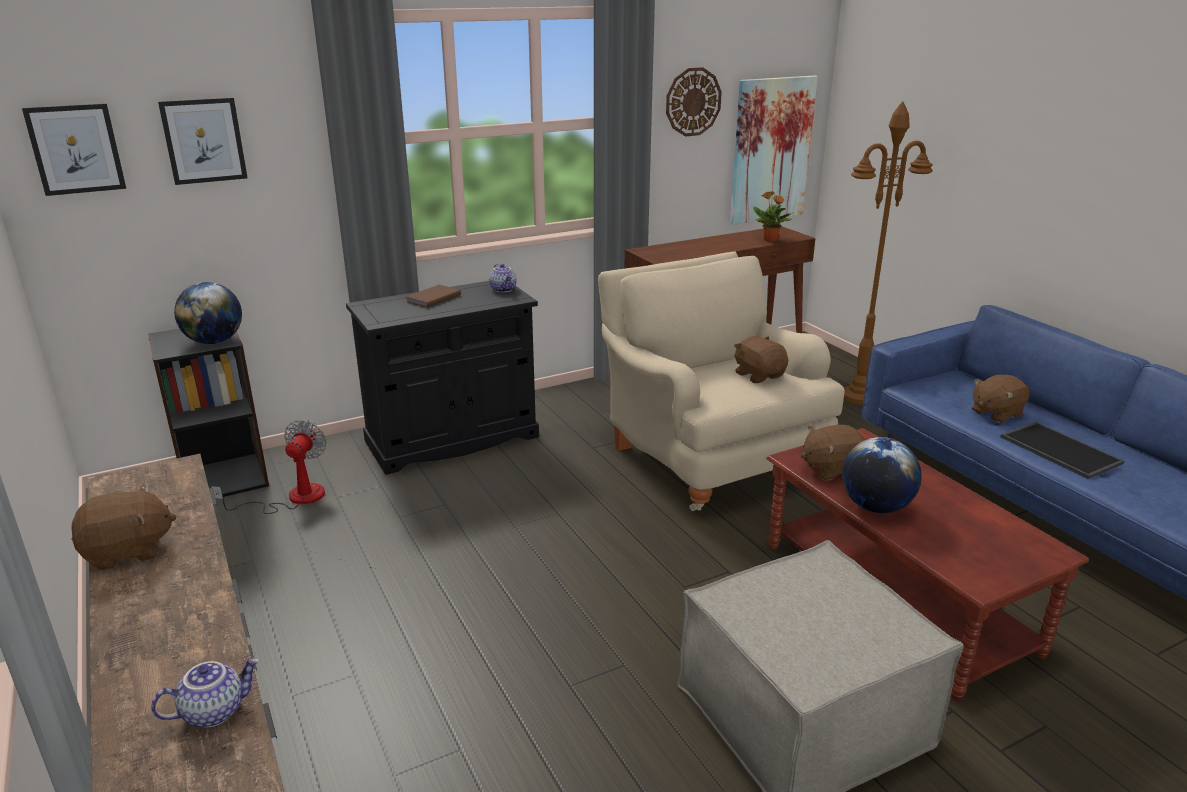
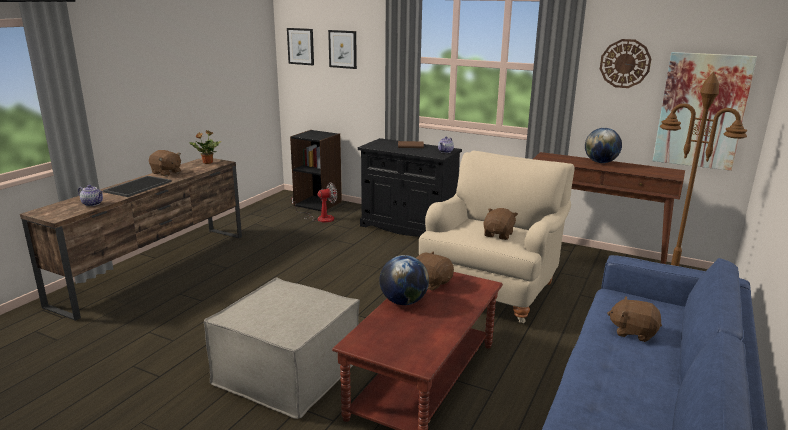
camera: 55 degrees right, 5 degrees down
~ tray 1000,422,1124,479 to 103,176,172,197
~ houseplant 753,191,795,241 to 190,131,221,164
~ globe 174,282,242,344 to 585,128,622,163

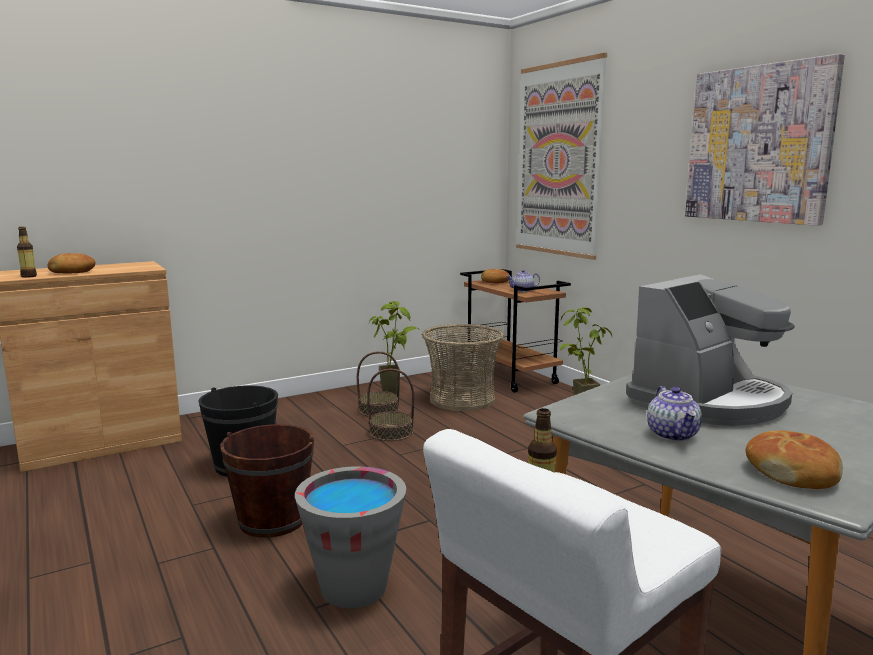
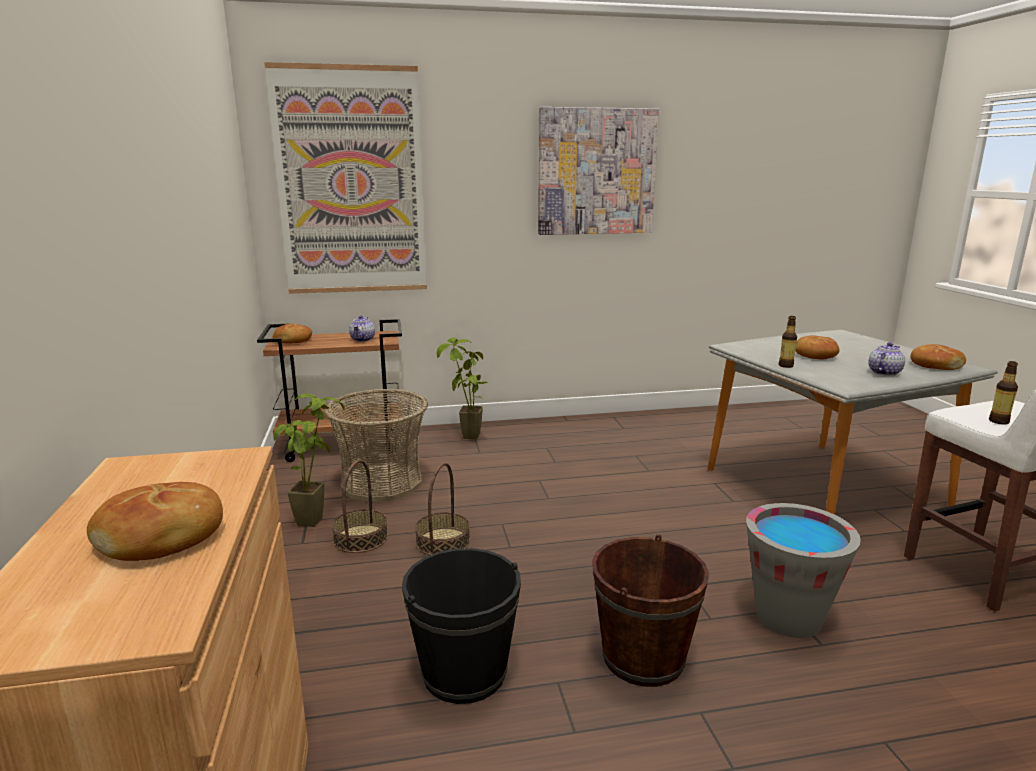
camera: 70 degrees left, 5 degrees up
~ bottle 17,227,37,278 to 779,316,797,368
~ coffee brewer 626,274,795,426 to bread 795,335,839,359
~ teapot 647,386,702,441 = 868,342,905,376 60 degrees counterclockwise

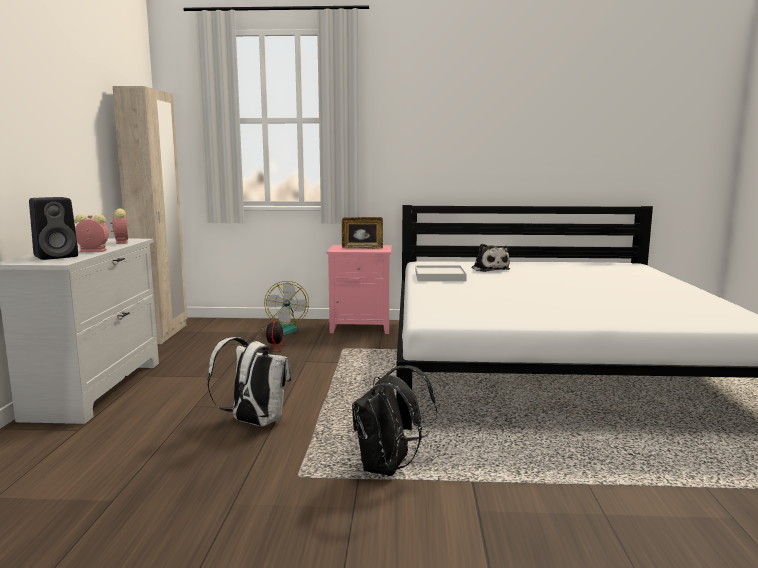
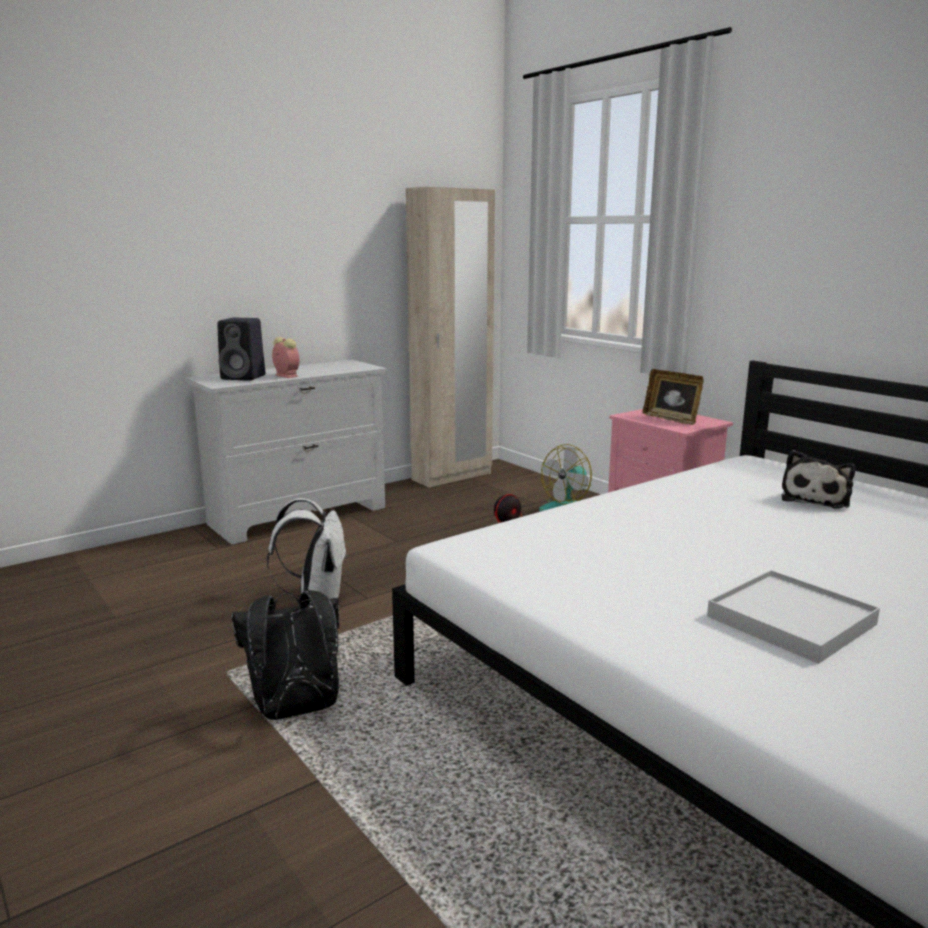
camera: 50 degrees right, 5 degrees up
~ white tray 415,265,467,281 to 707,570,880,664
- bedside clock 110,209,128,244

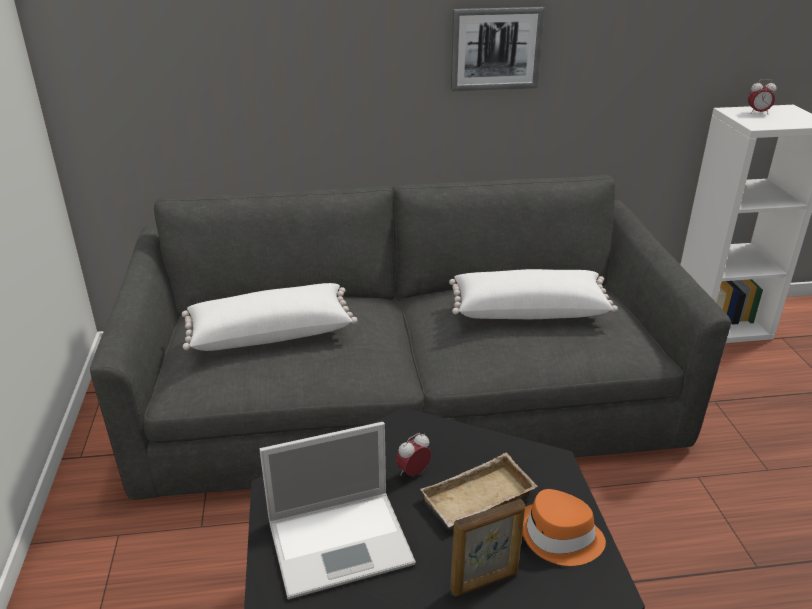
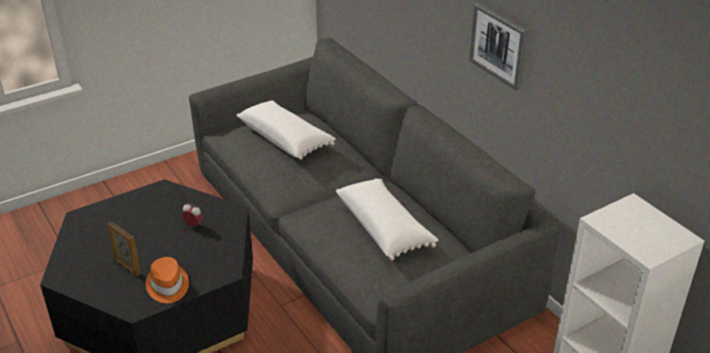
camera: 65 degrees right, 5 degrees up
- laptop 259,422,416,599
- beige-coloured tray 420,453,538,527
- bedside clock 748,79,777,114

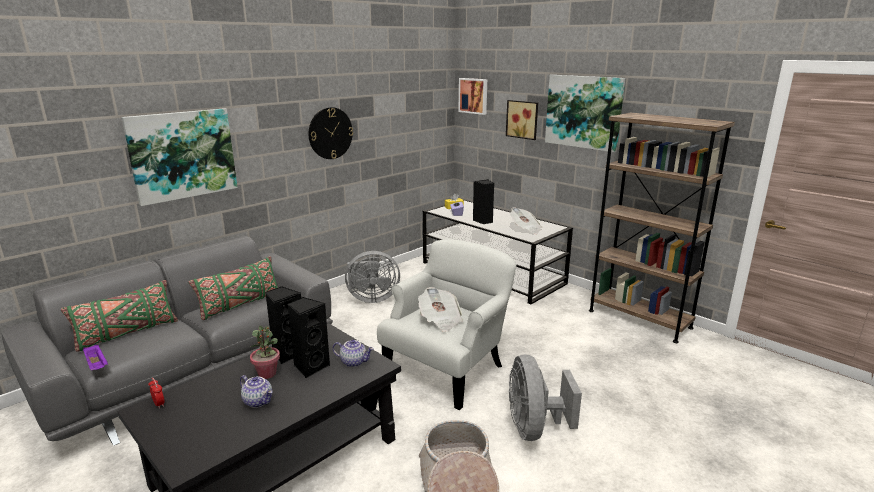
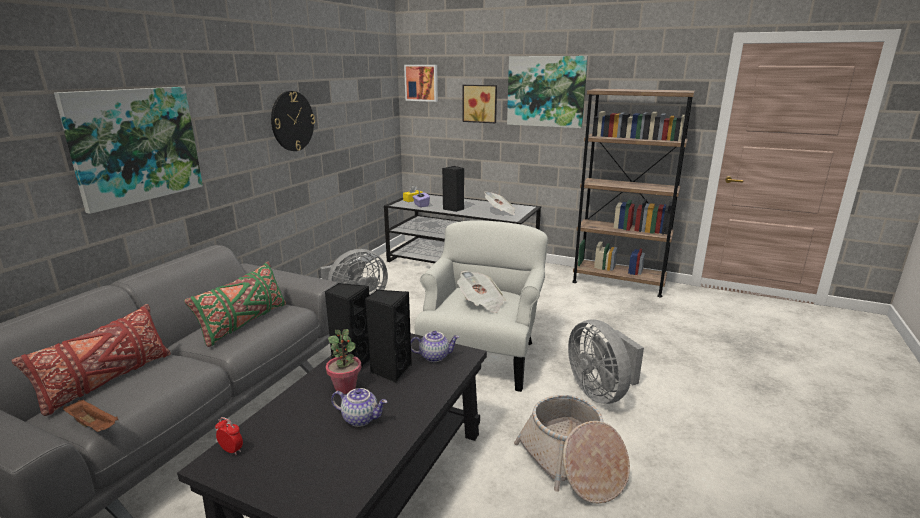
camera: 20 degrees left, 0 degrees up
~ green-coloured cushion 61,280,178,352 to red-coloured cushion 12,304,171,416
~ purplish tray 83,345,108,370 to brownish tray 63,400,118,432

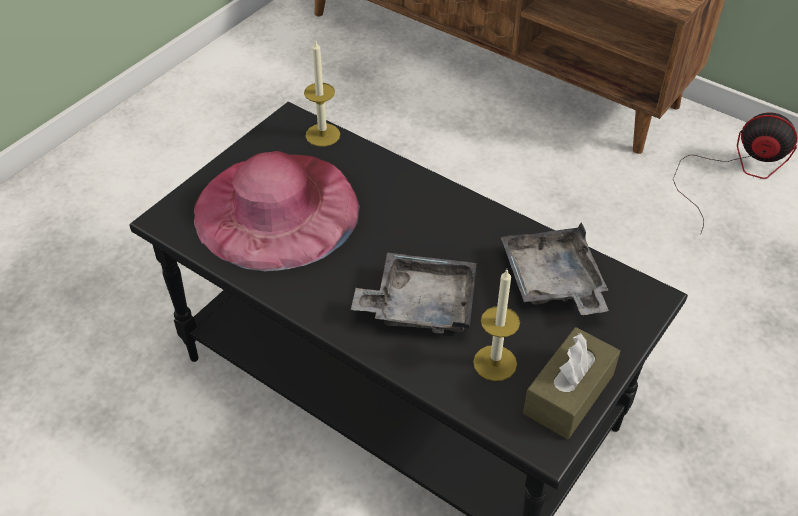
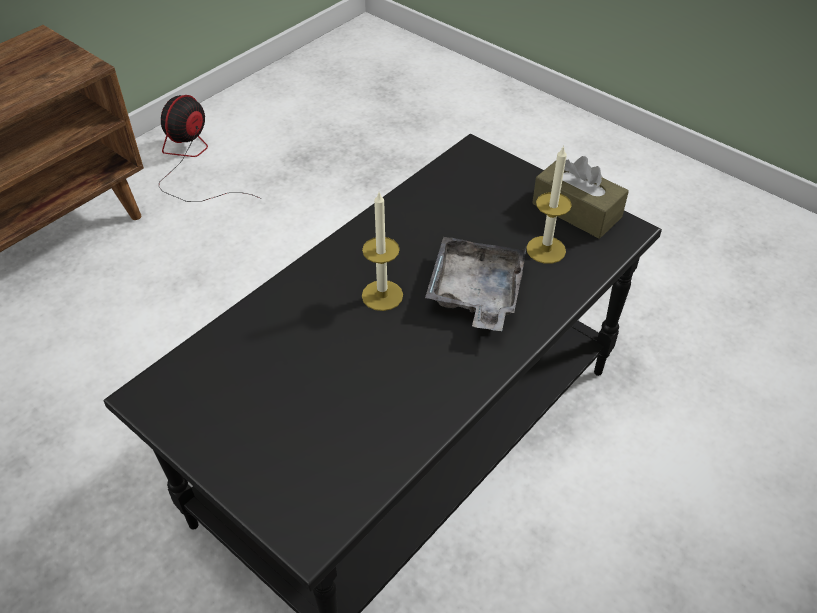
camera: 85 degrees left, 0 degrees up
~ wax candle 304,39,340,147 to 362,192,403,311
- pink-coloured clothing hat 194,151,360,271
- greyish tray 501,222,609,315

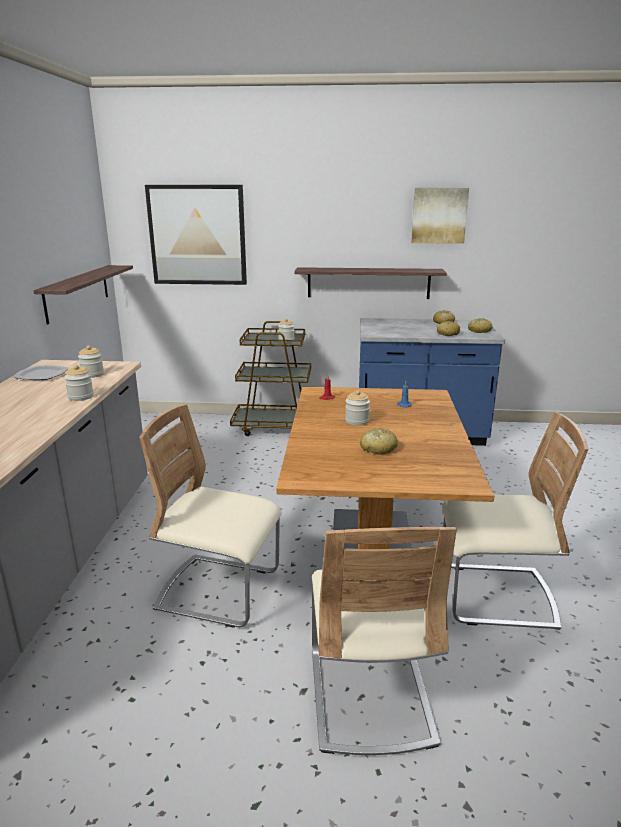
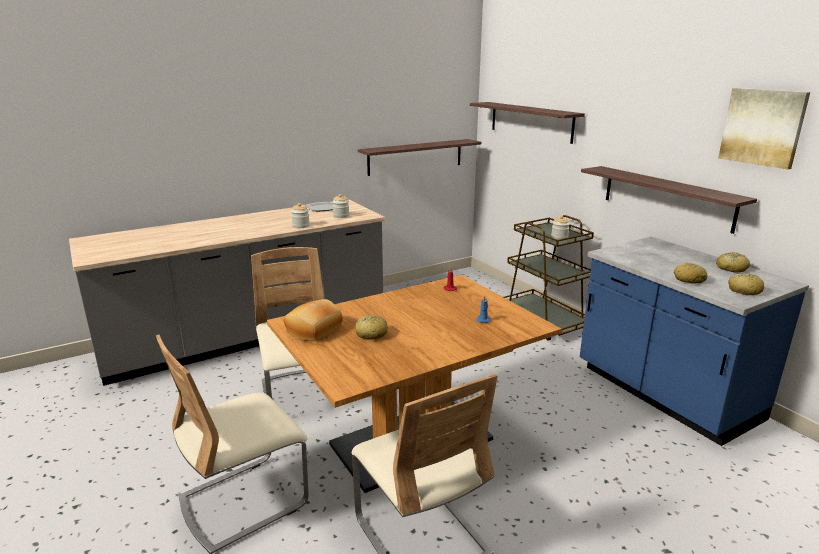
camera: 55 degrees right, 0 degrees up
+ bread 284,299,343,341
~ wall art 145,185,247,285 to shelf 470,102,585,144
- preserve jar 345,390,370,426

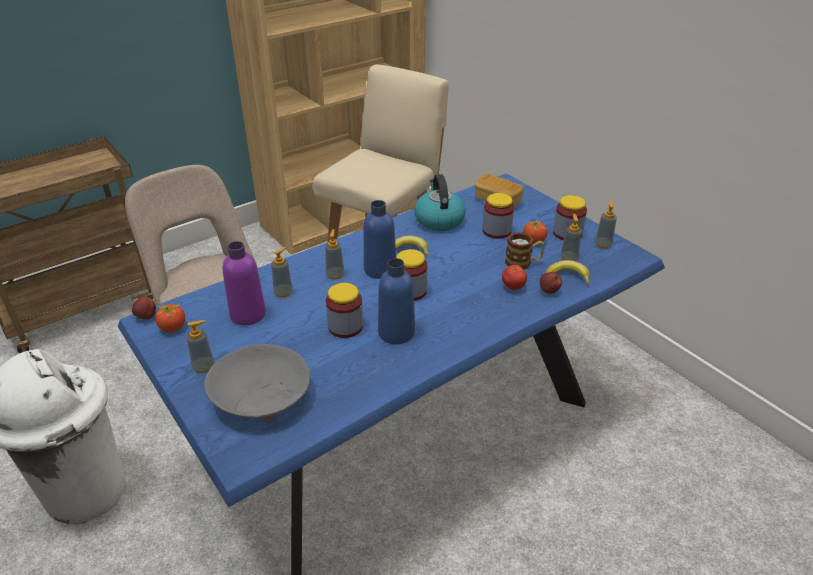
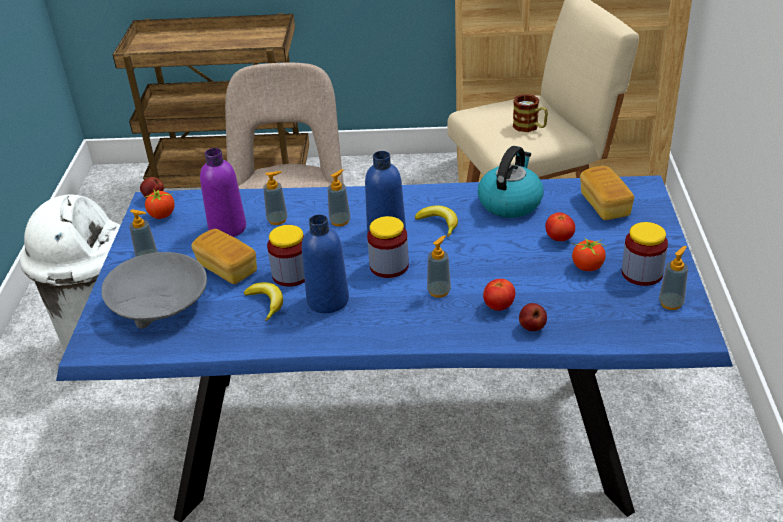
camera: 40 degrees right, 0 degrees up
+ bread 191,229,257,284
~ banana fruit 546,260,590,284 to 244,282,283,321
~ liquid soap bottle 560,214,582,261 to 427,235,451,298
~ tea mug 505,232,545,269 to 513,94,548,132
~ preserve jar 482,193,514,239 to tomato 545,212,575,241

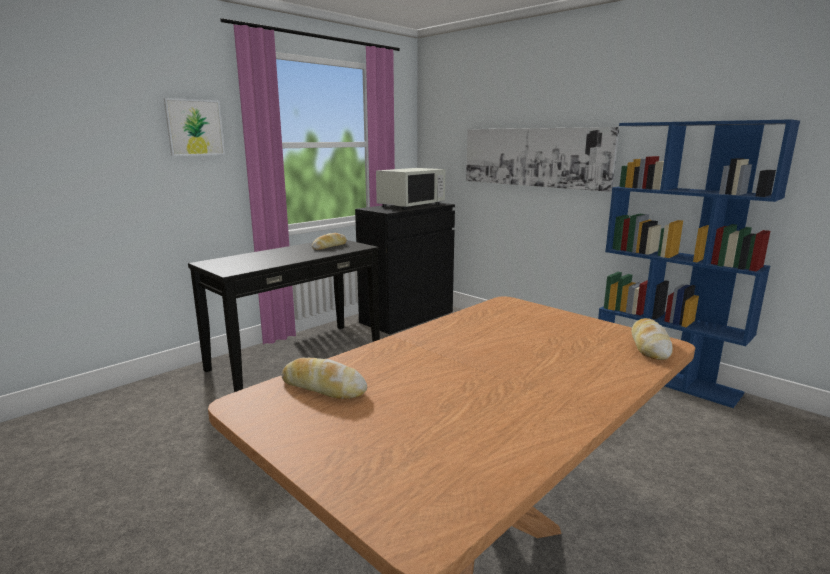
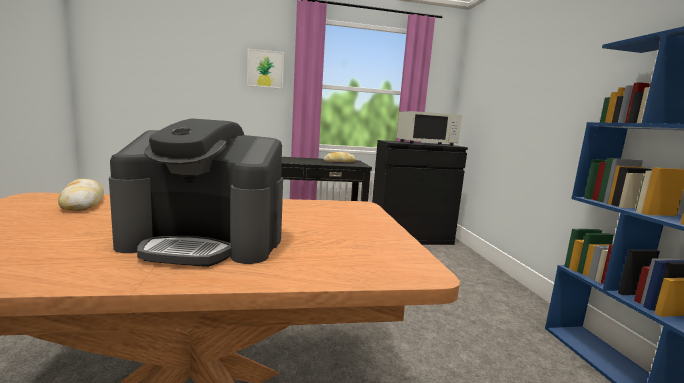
camera: 35 degrees right, 5 degrees down
+ coffee brewer 109,118,283,267
- wall art 466,127,620,192
- bread 631,318,673,360

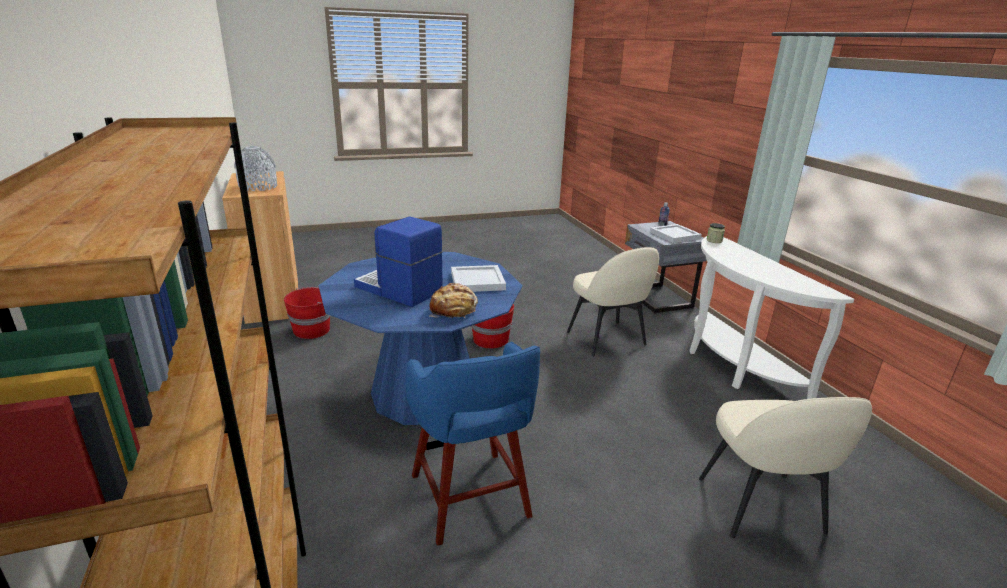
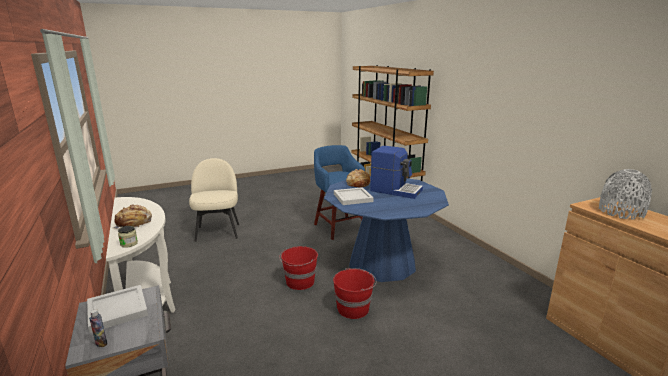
camera: 175 degrees right, 5 degrees down
+ bread 114,205,152,229
~ red-coloured bucket 284,287,330,339 to 279,246,318,290
- beige-coloured upright chair 567,247,659,356

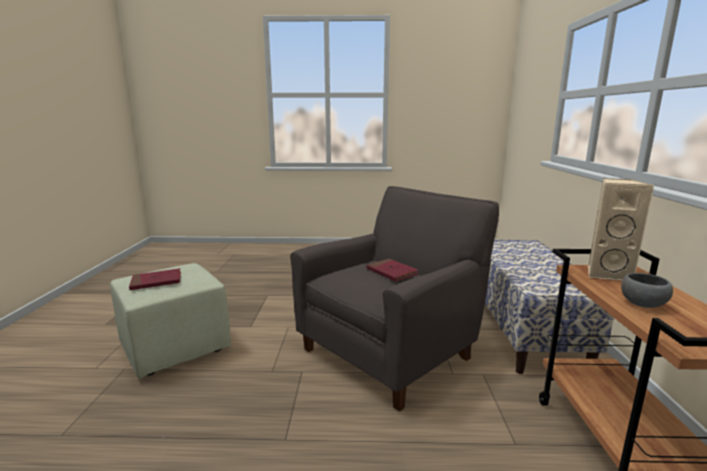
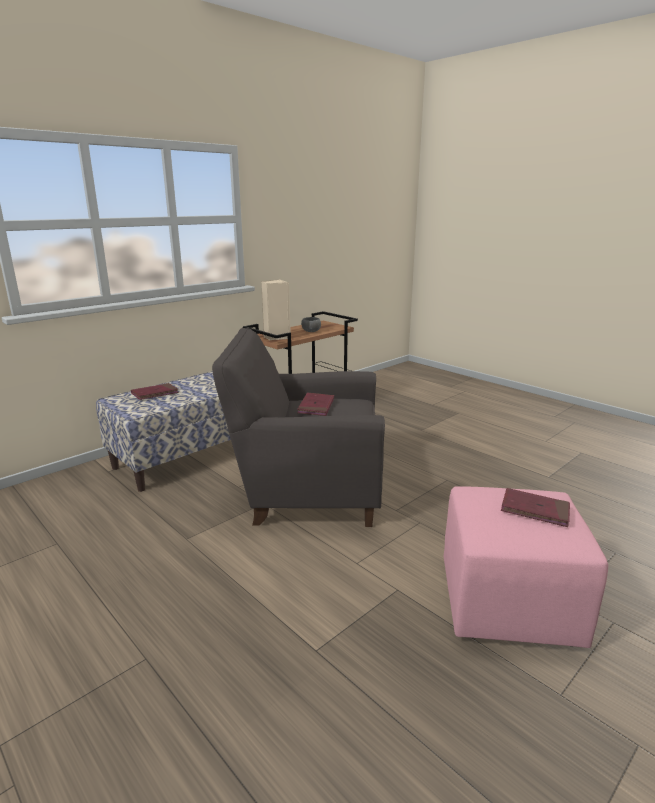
camera: 135 degrees left, 5 degrees up
+ red-coloured book 131,383,179,400
~ green-coloured pouffe 110,263,231,379 to pink-coloured pouffe 444,486,608,648

